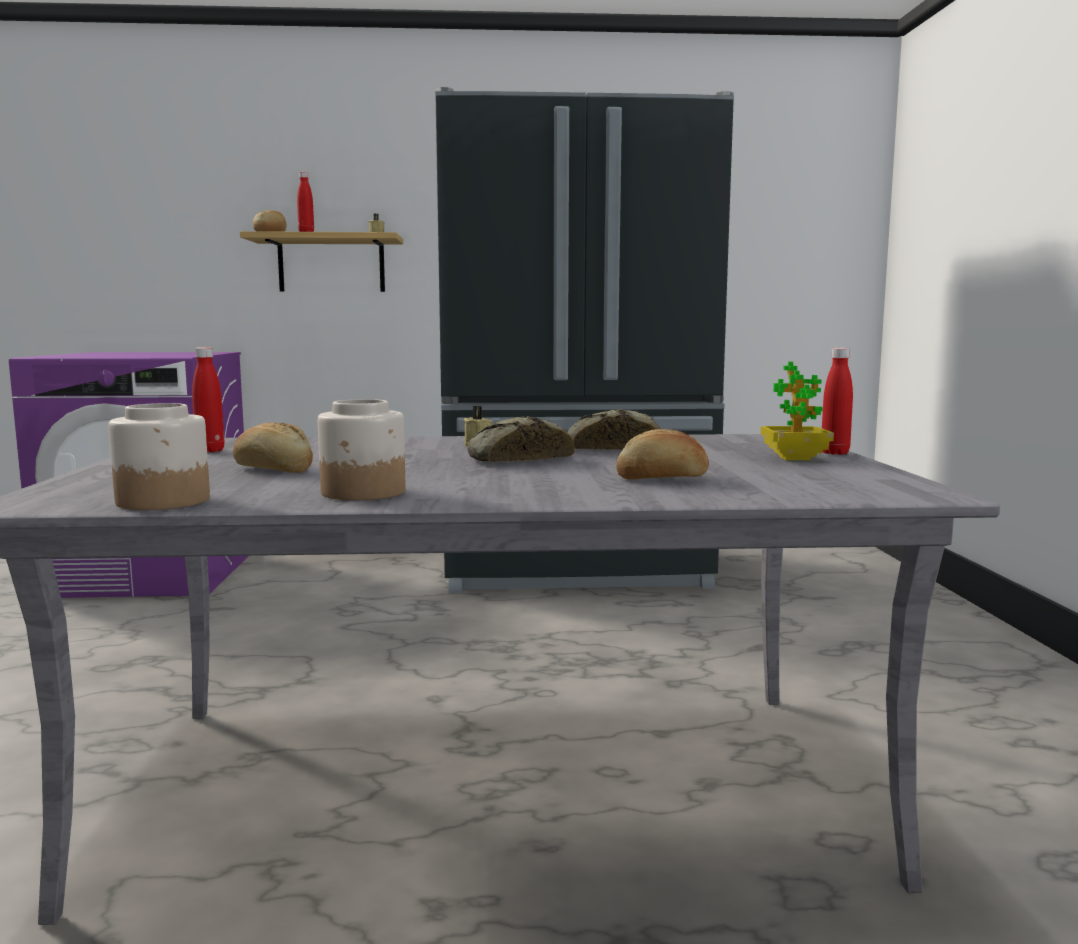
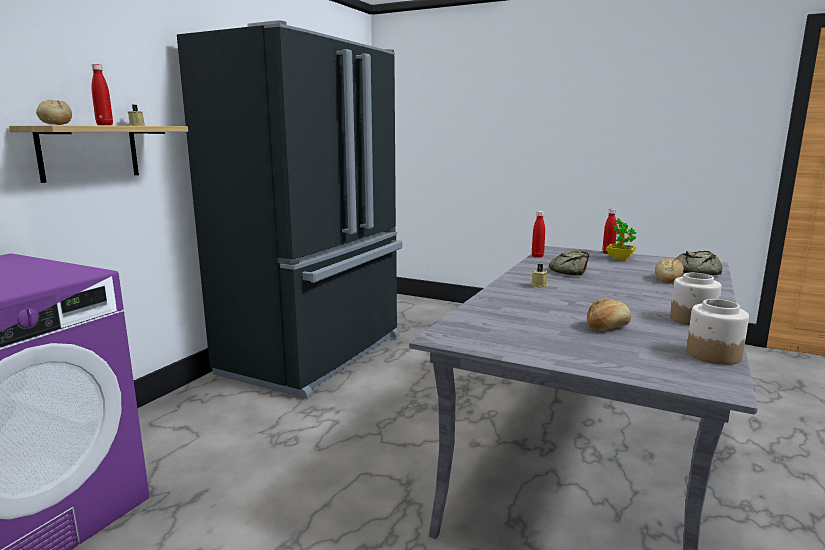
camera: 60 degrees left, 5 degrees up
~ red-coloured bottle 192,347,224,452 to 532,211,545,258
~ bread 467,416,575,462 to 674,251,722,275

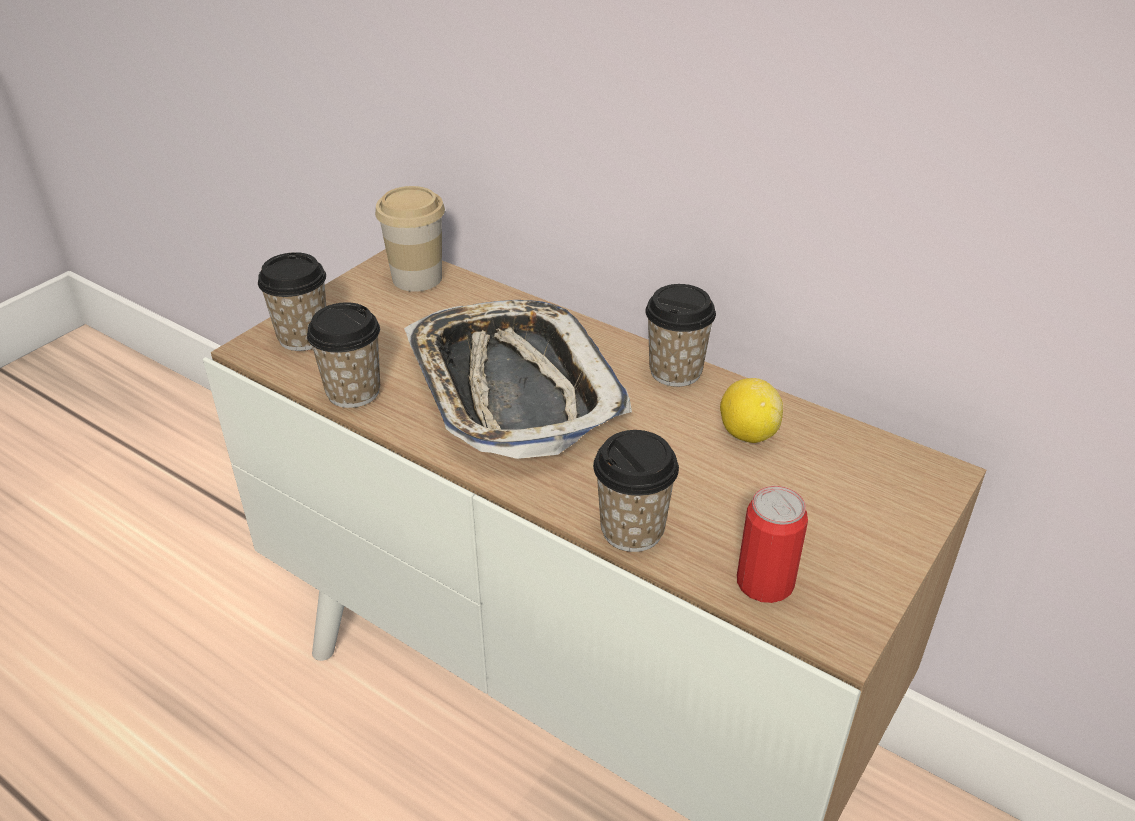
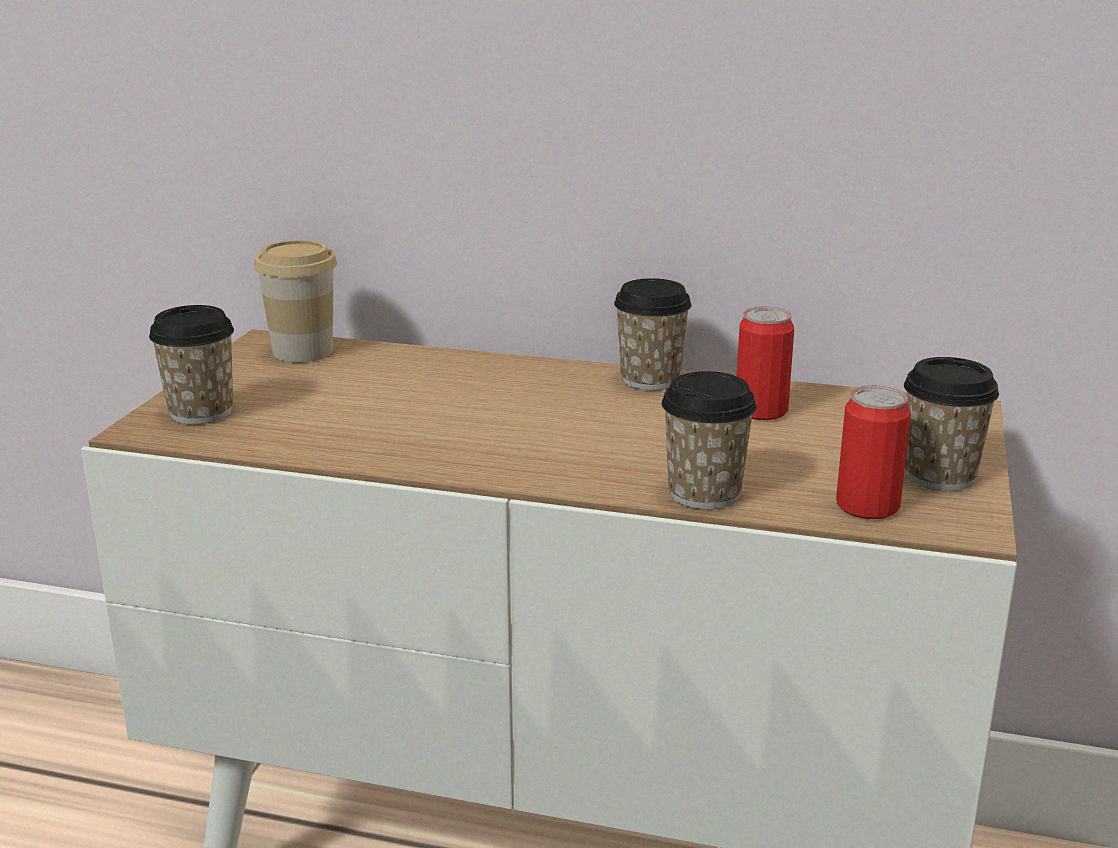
camera: 20 degrees left, 15 degrees down
~ lemon 720,378,783,443 to sealed can 737,306,794,420
~ cup 307,302,380,408 to 904,357,999,491
- tray 404,300,632,459

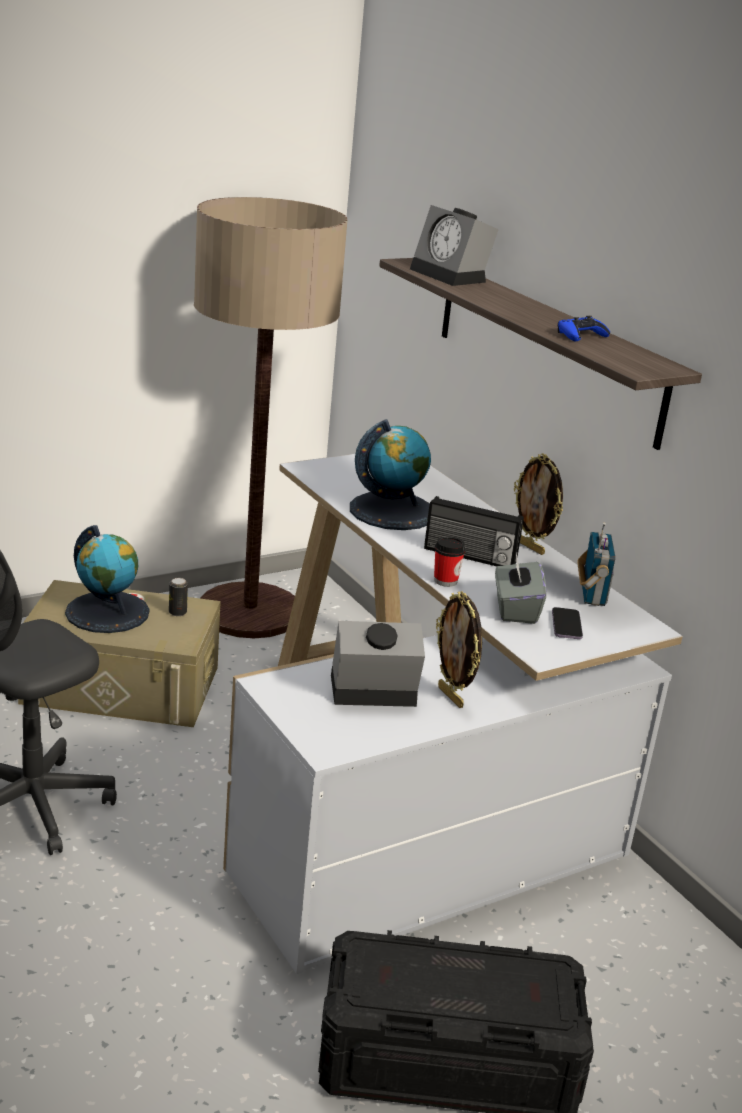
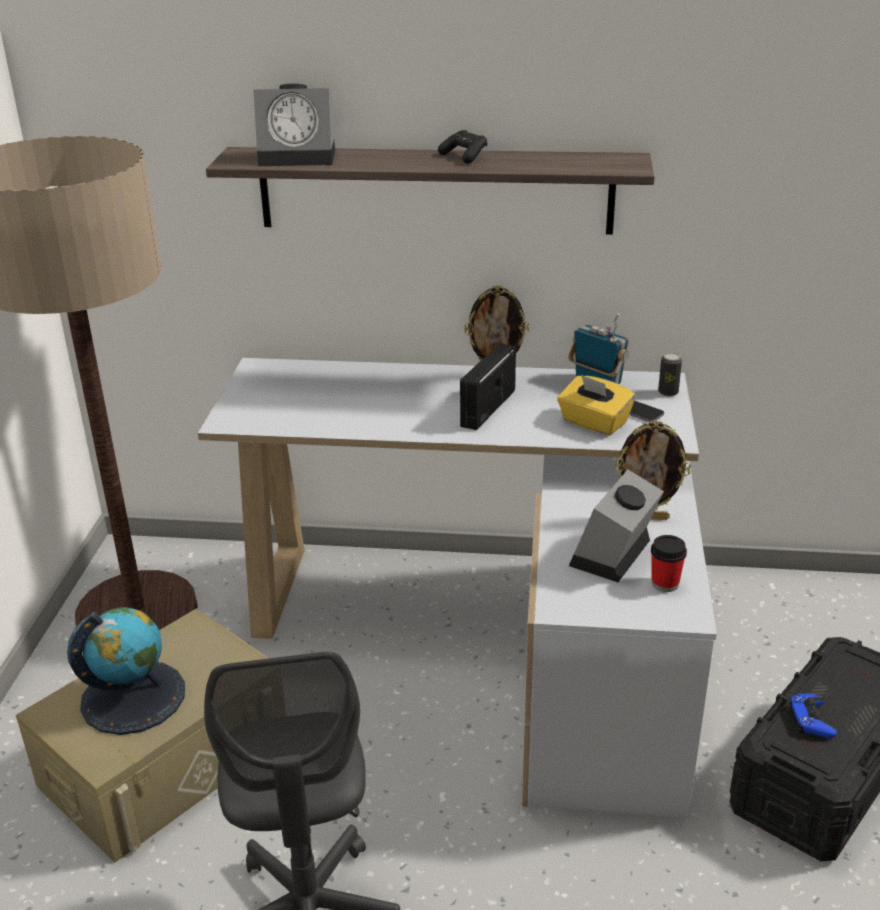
camera: 50 degrees left, 5 degrees up
+ black joypad 438,130,487,164
~ radio set 424,496,524,566 = 459,343,516,430 150 degrees clockwise
~ greyish tissue holder 495,554,546,624 to yellow-coloured tissue holder 557,375,635,436
~ cup 434,536,466,587 to 651,535,687,592
~ sealed can 169,578,188,616 to 658,353,682,396
~ blue joypad 558,316,610,341 to 790,694,837,738
- globe 350,419,431,530

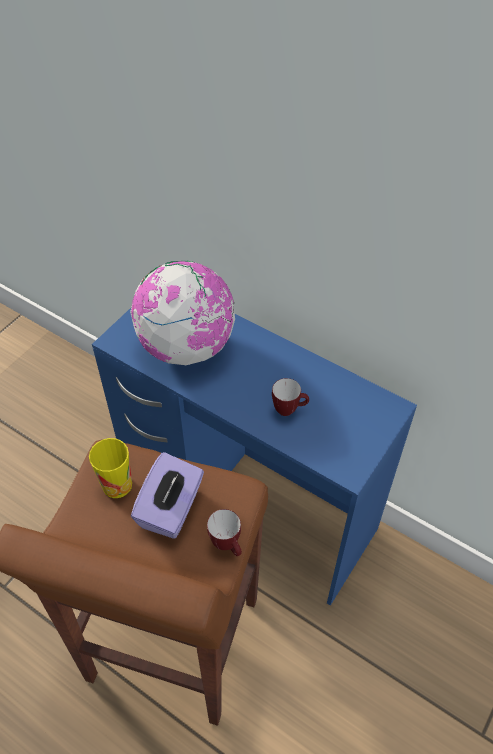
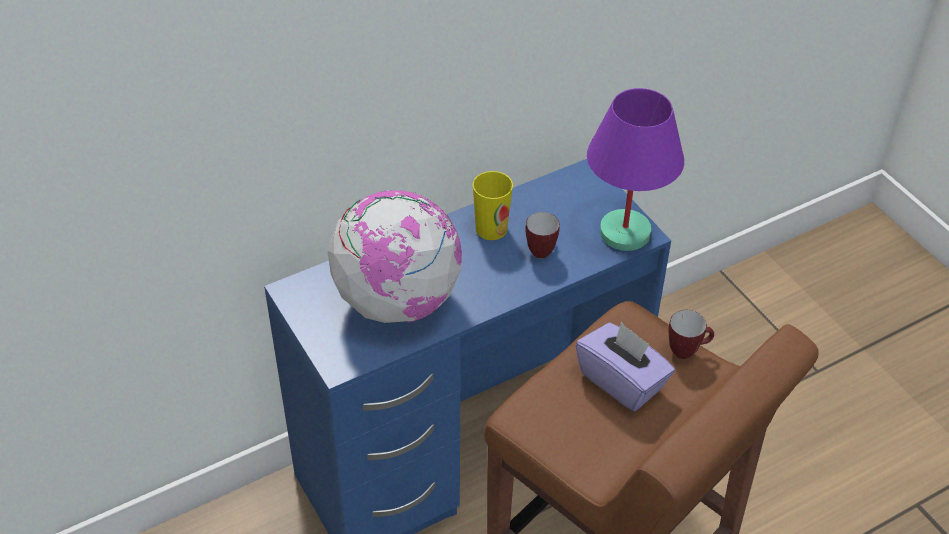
camera: 65 degrees left, 5 degrees down
~ cup 89,438,132,498 to 473,171,513,240
+ purplish tabletop lamp 587,88,684,251

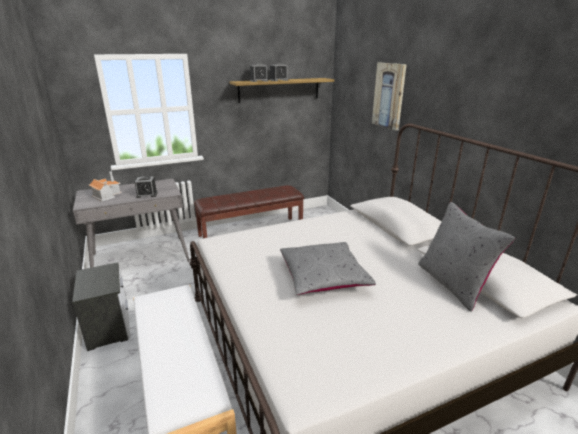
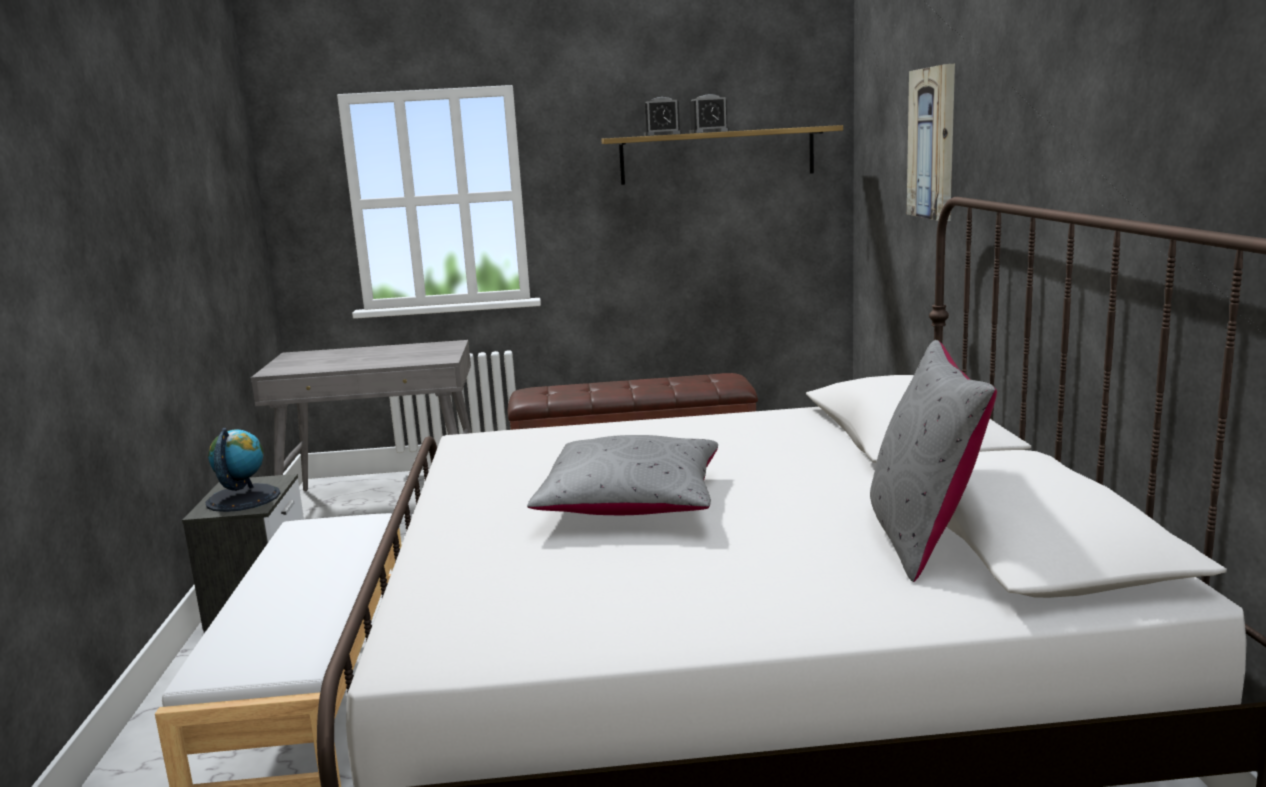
camera: 20 degrees right, 10 degrees down
+ globe 205,428,280,512
- miniature house 88,171,122,201
- bedside clock 135,176,158,198

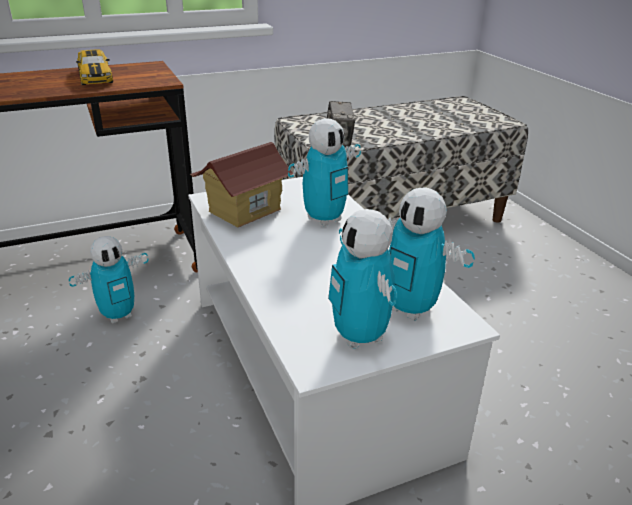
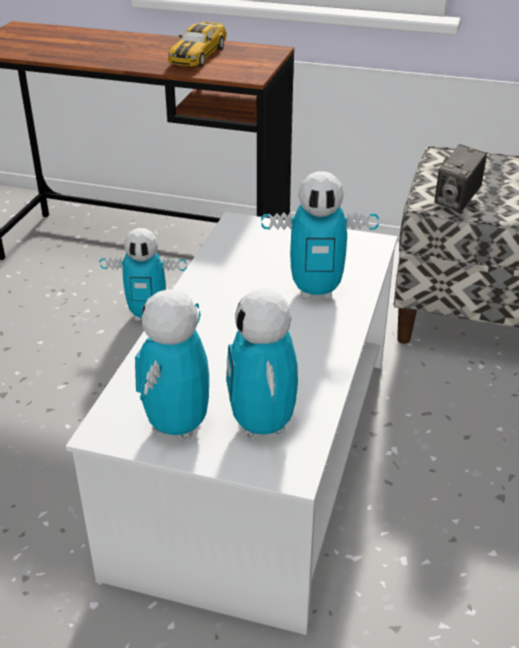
camera: 40 degrees right, 5 degrees up
- miniature house 190,142,293,227

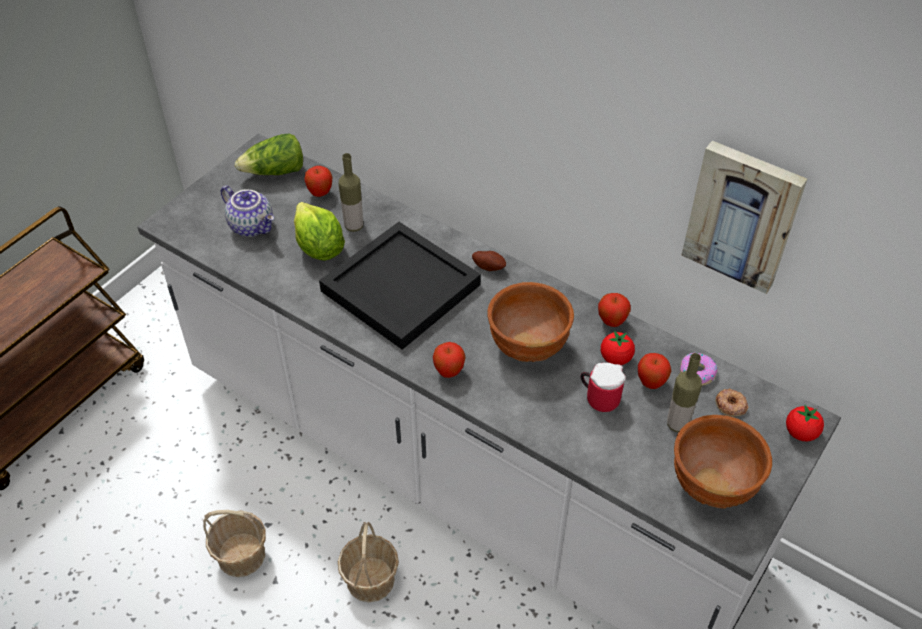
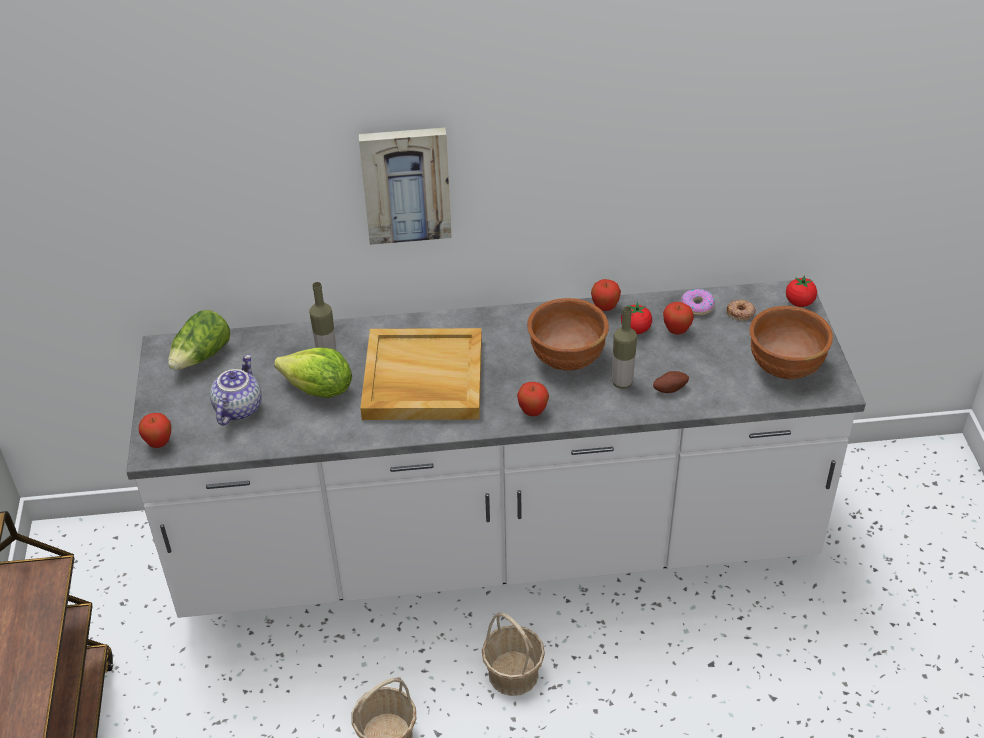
camera: 40 degrees left, 5 degrees down
~ whole apple 304,166,332,197 to 138,413,171,448
~ teapot 221,186,274,237 = 210,355,262,426 75 degrees counterclockwise
~ wall art 681,141,807,294 to 359,128,452,245
~ black tray 319,222,481,350 to beige-coloured tray 360,328,482,420
~ bottle 667,353,702,432 to 612,306,637,389
~ spud 472,251,506,271 to 653,371,689,393
- tea mug 581,362,626,412

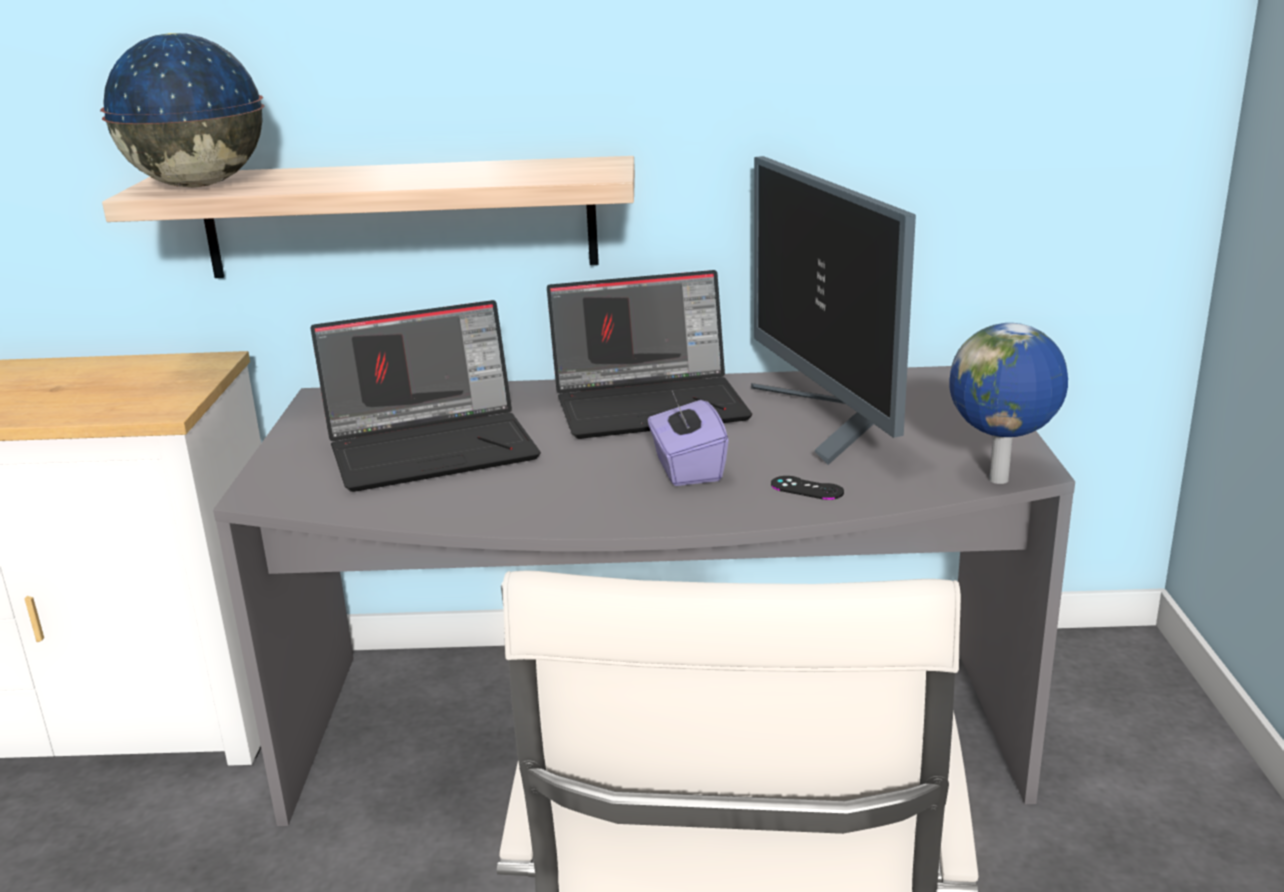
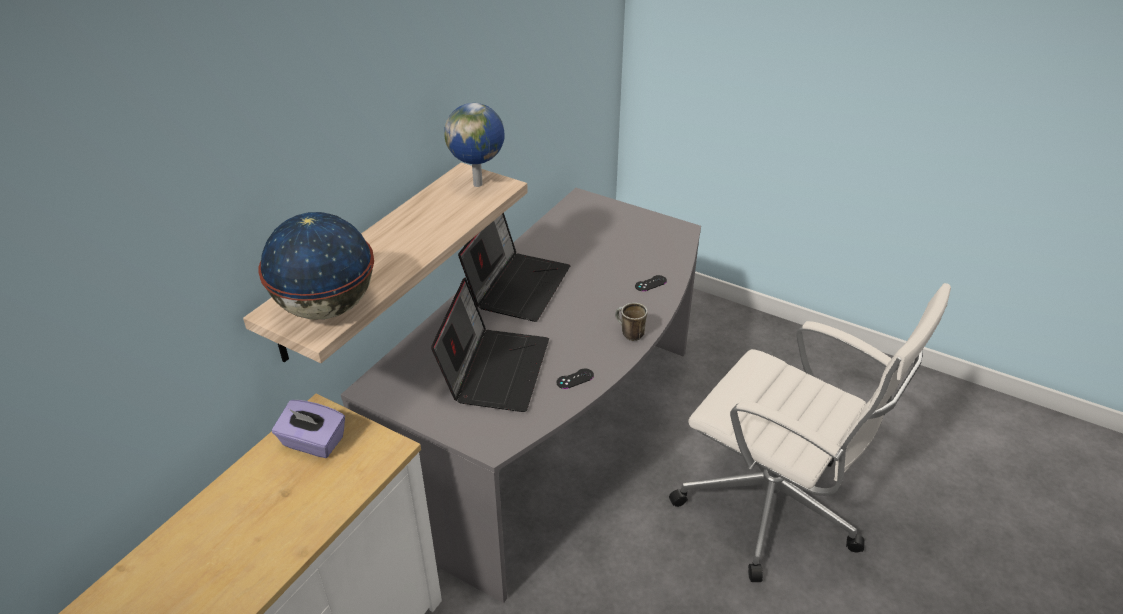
camera: 60 degrees left, 15 degrees up
~ purplish tissue holder 648,391,729,486 to 272,400,345,458
~ globe 949,323,1068,484 to 444,103,505,187
+ black joypad 556,369,594,389
+ tea mug 615,302,648,341
- monitor 751,156,916,465

